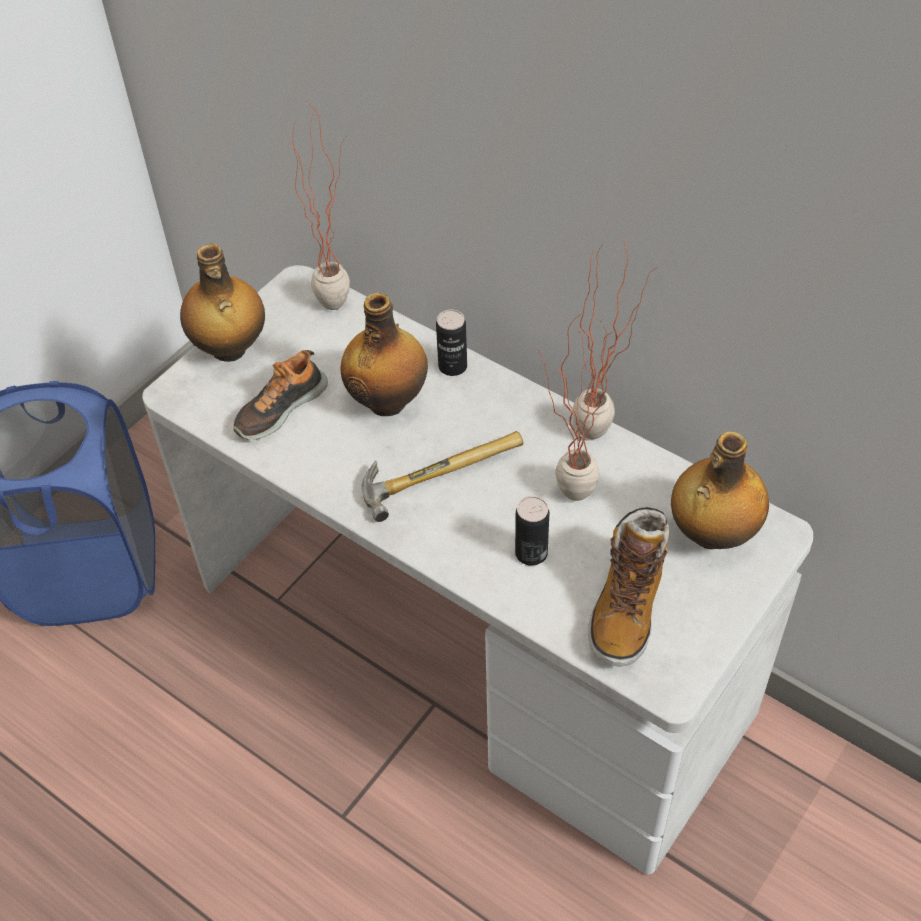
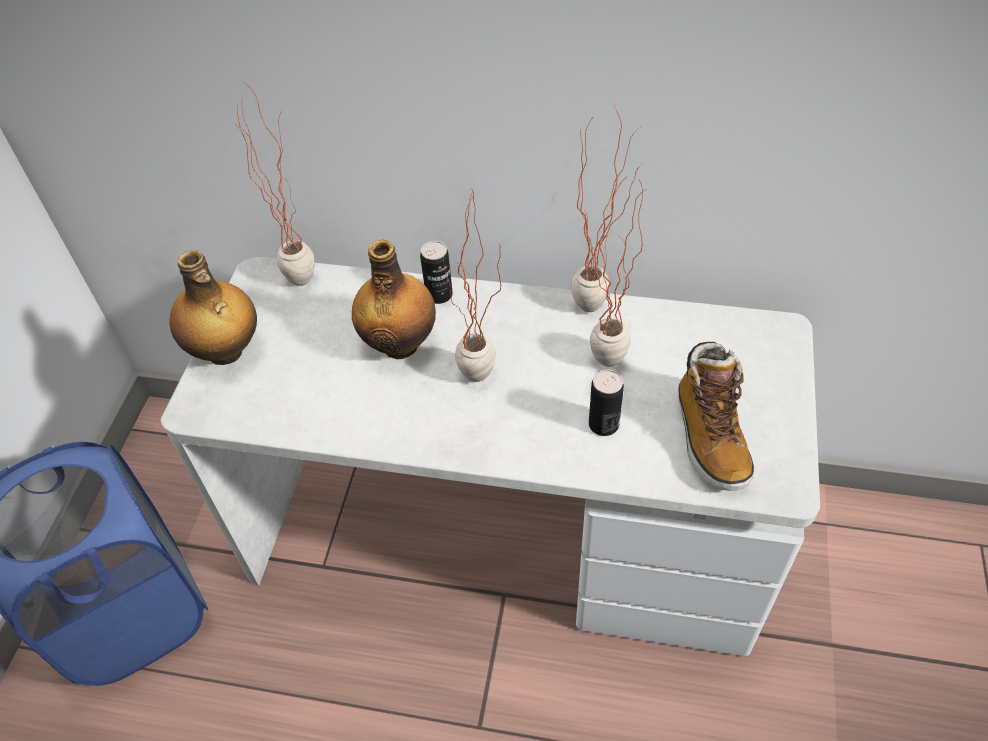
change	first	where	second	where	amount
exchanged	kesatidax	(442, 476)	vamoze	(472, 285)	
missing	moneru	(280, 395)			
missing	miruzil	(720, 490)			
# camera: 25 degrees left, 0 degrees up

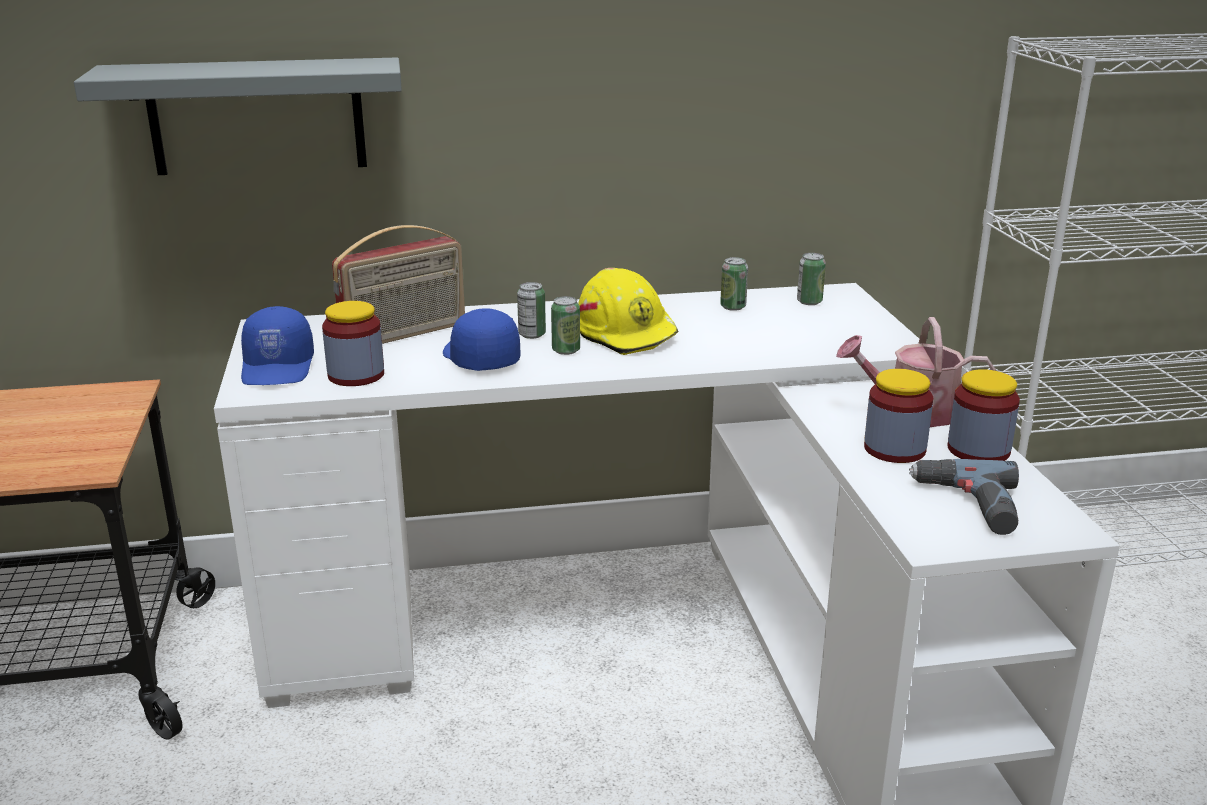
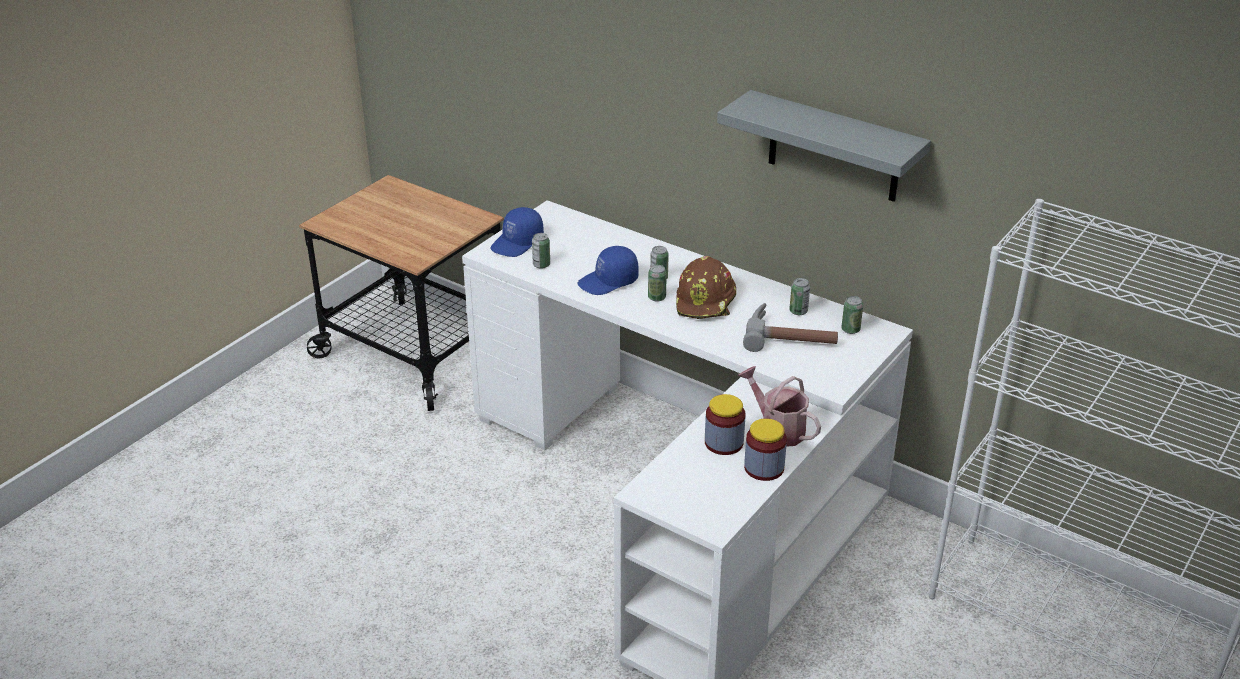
change	first	where	second	where	amount
exchanged	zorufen	(353, 343)	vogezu	(541, 251)	
spun	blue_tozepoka	(482, 339)		(608, 270)	135 degrees counterclockwise
colour	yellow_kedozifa	(628, 311)	brown_kedozifa	(706, 287)	
relocated	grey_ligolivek	(238, 116)		(824, 146)	
appeared			kesatidax	(790, 327)	
missing	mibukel	(398, 284)			
missing	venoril	(964, 497)			
# camera: 45 degrees right, 10 degrees up

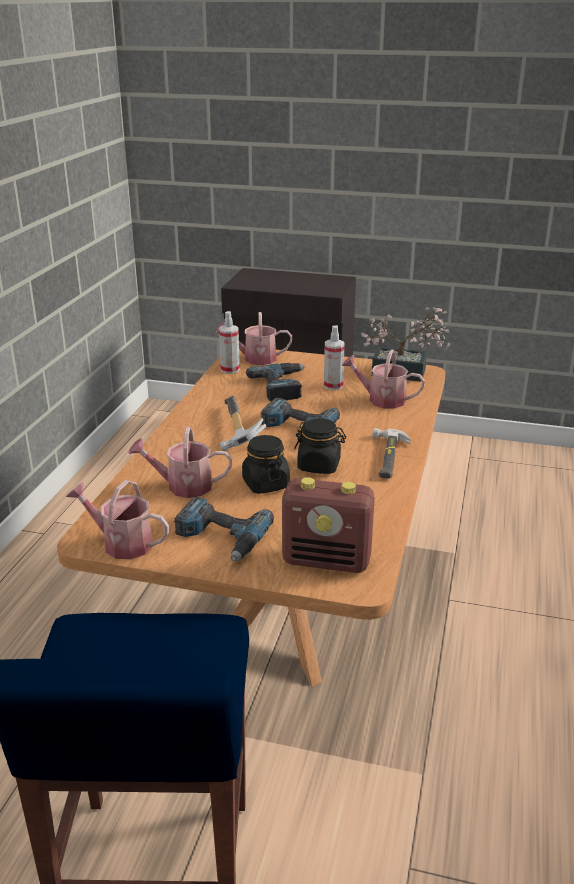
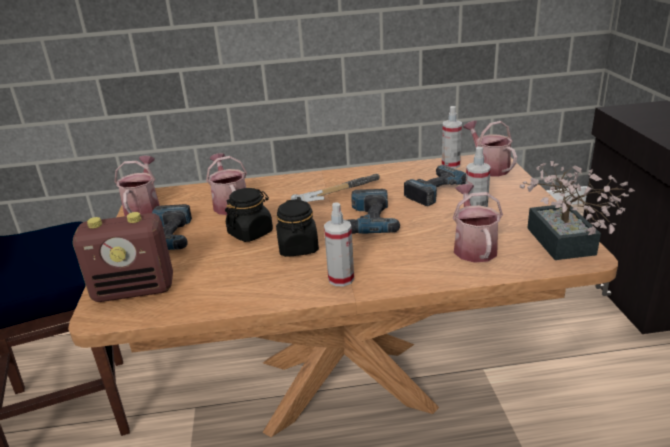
change	first	where	second	where	amount
spun	mibukel	(328, 525)		(123, 257)	90 degrees counterclockwise
exchanged	kesatidax	(391, 453)	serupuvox	(339, 244)	
# camera: 70 degrees right, 0 degrees up

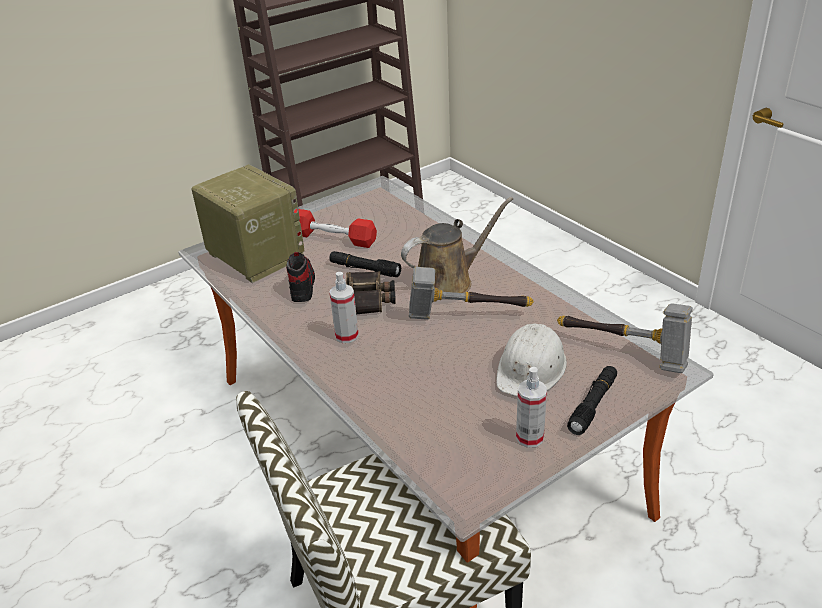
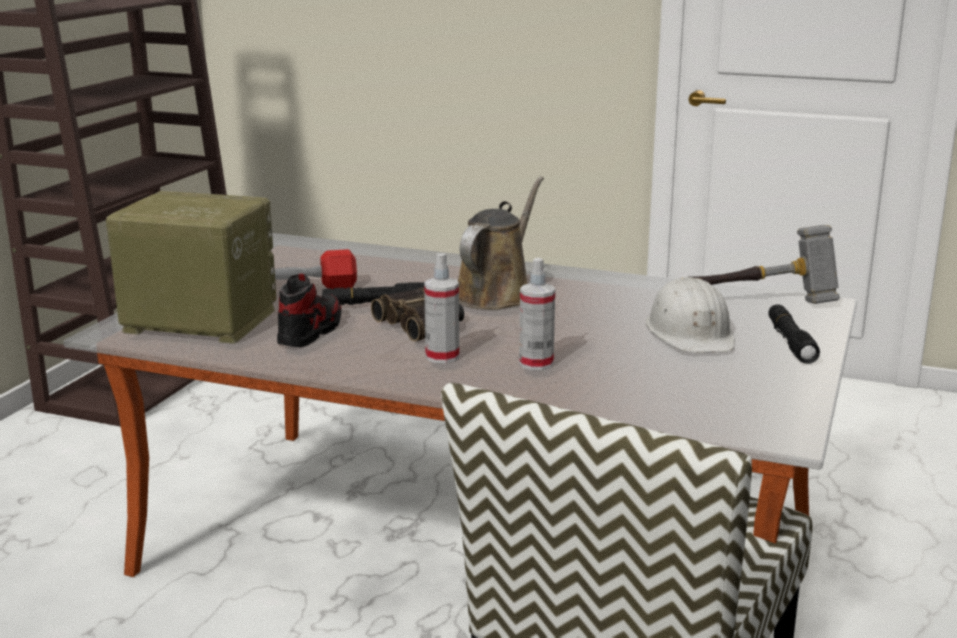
change	first	where	second	where	amount
spun	moneru	(300, 277)		(309, 310)	60 degrees clockwise
relocated	serupuvox	(531, 407)		(537, 314)	
missing	kesatidax	(471, 293)			
# camera: 35 degrees left, 15 degrees down

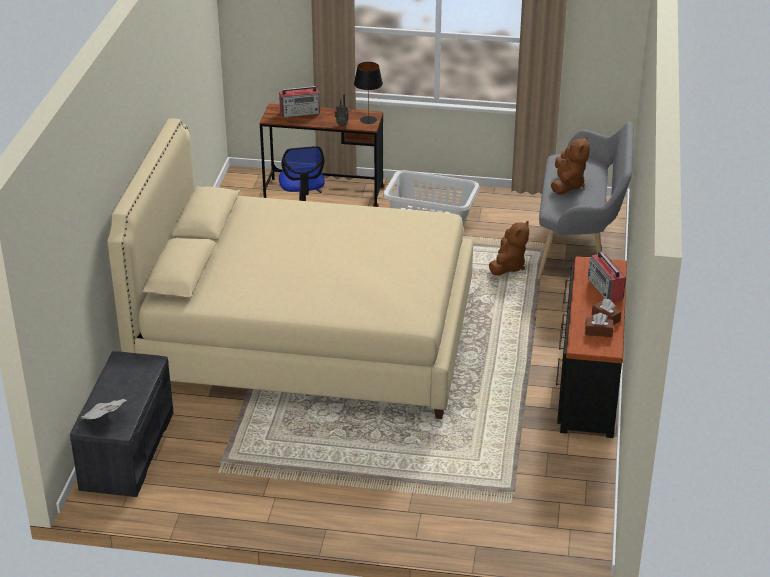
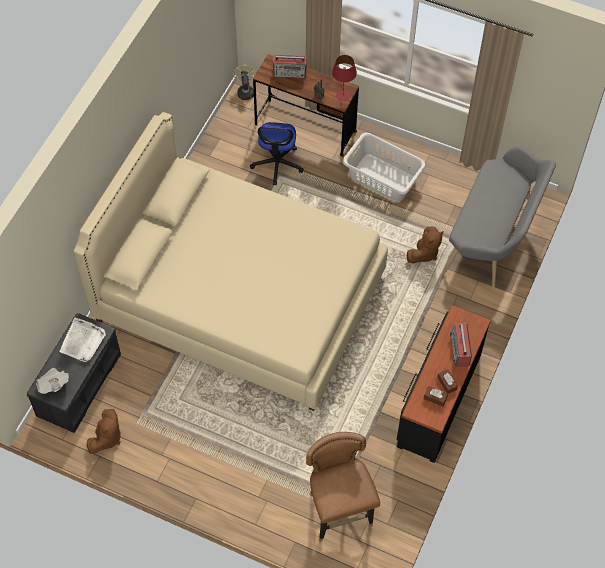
change	first	where	second	where	amount
appeared			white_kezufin	(82, 340)	
relocated	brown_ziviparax	(570, 166)		(104, 431)	
appeared			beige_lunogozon	(244, 82)	
appeared			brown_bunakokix	(343, 487)	
colour	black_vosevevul	(368, 93)	red_vosevevul	(344, 78)	
# camera: 15 degrees right, 25 degrees up

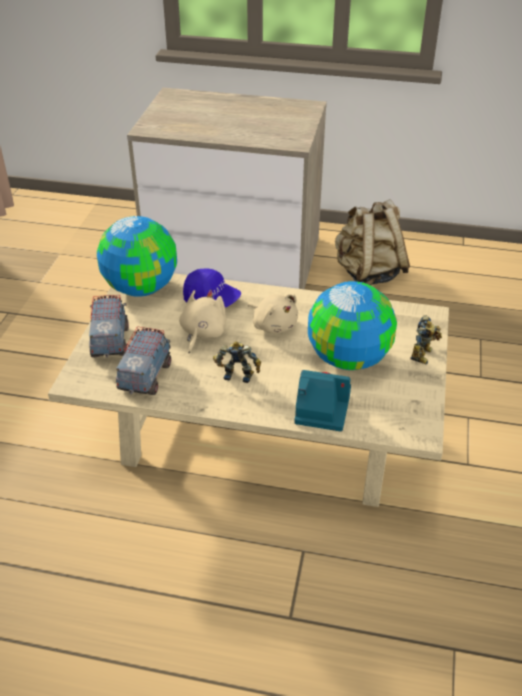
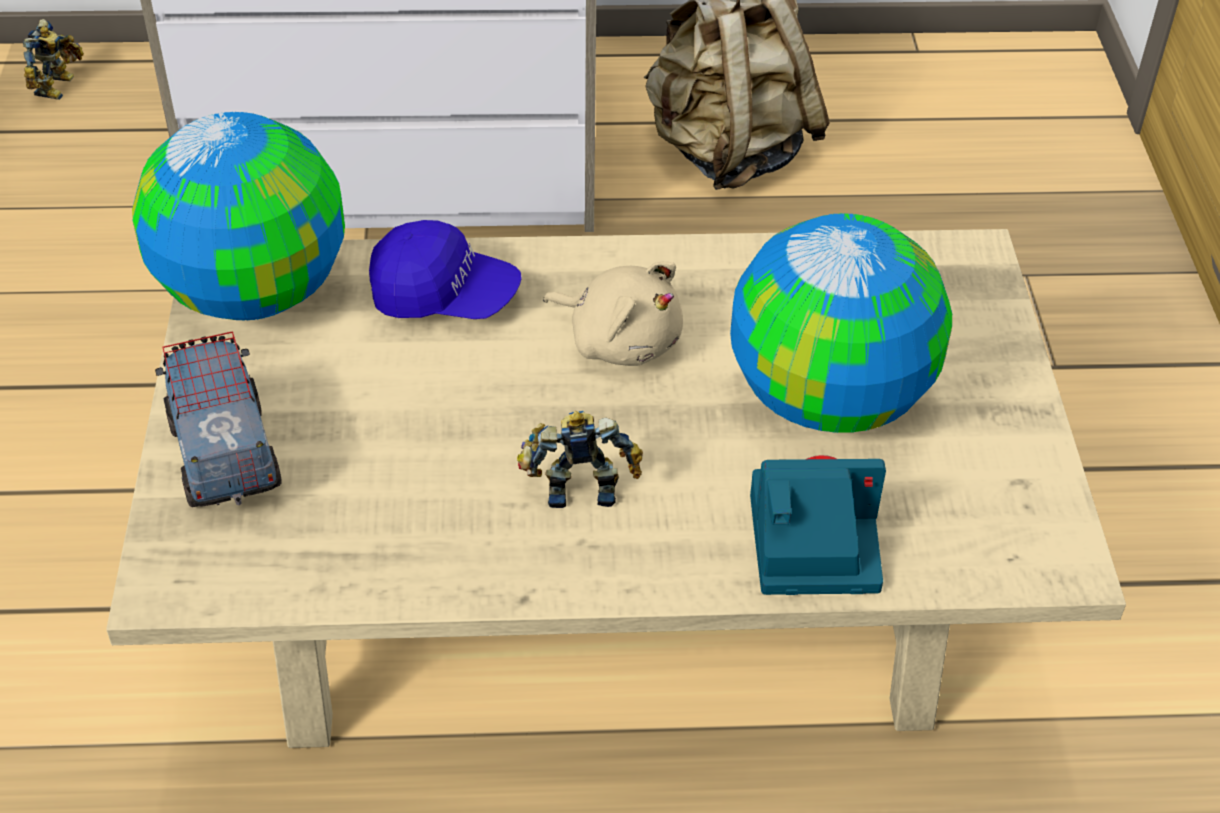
change	first	where	second	where	amount
relocated	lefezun	(426, 340)		(53, 59)	
missing	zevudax	(143, 360)			
missing	beige_ziviparax	(203, 321)			
# camera: 15 degrees left, 5 degrees up

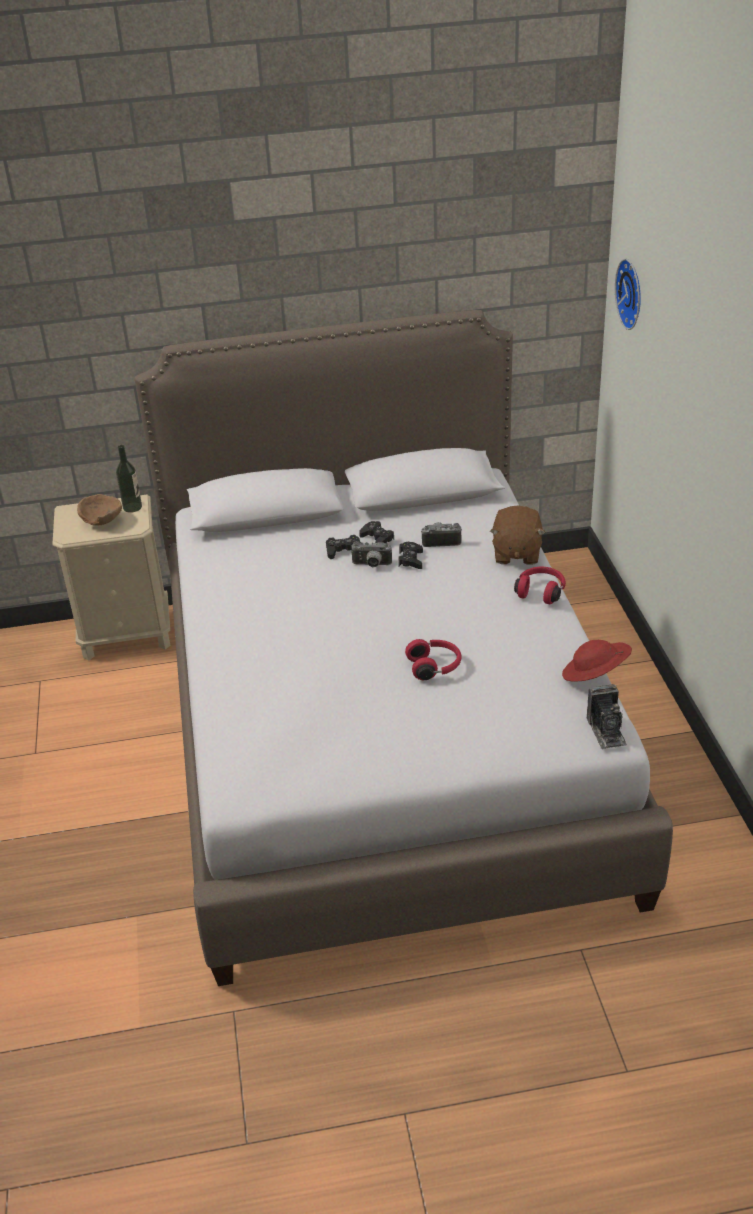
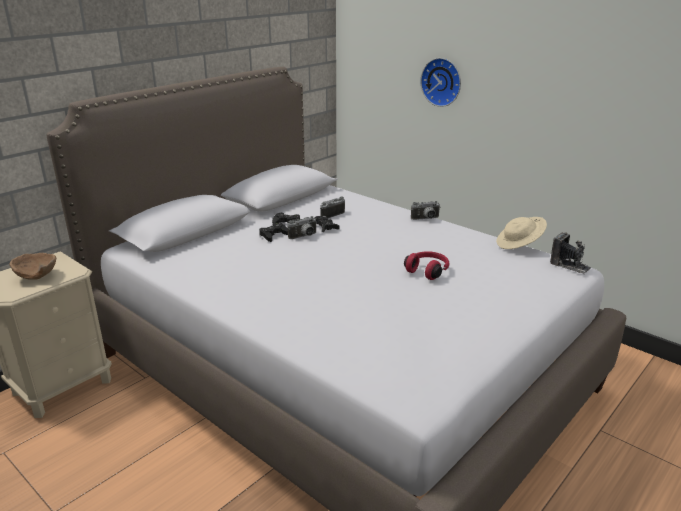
change	first	where	second	where	amount
exchanged	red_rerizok	(540, 585)	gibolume	(425, 210)	
relocated	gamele	(628, 294)		(440, 82)	
colour	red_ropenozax	(597, 661)	beige_ropenozax	(521, 233)	
missing	miruzil	(129, 479)			
missing	brown_ziviparax	(517, 535)			
# camera: 40 degrees left, 10 degrees down

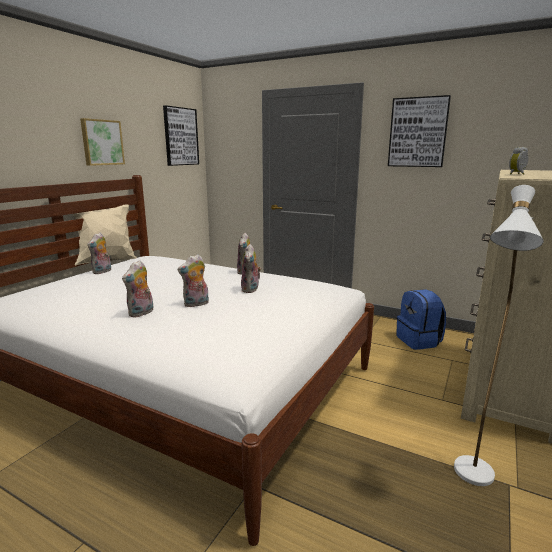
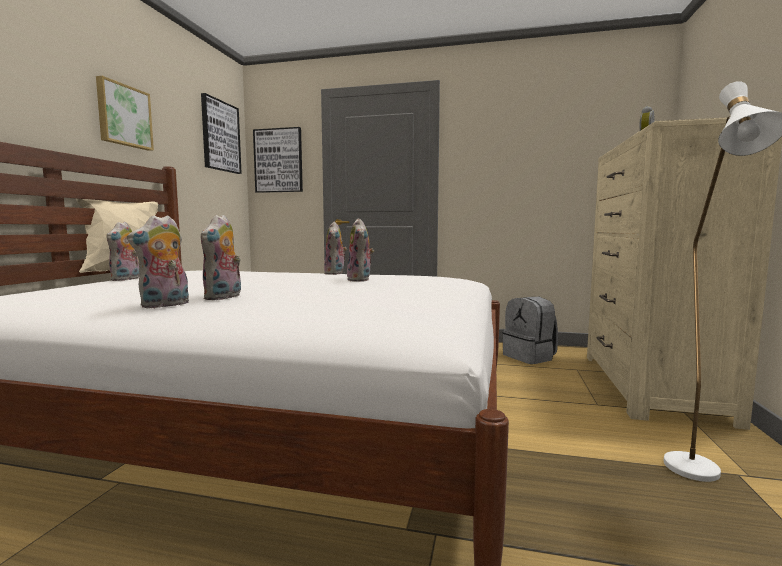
change	first	where	second	where	amount
relocated	ziviparax	(193, 281)		(158, 261)	
relocated	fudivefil	(419, 131)		(278, 160)	
colour	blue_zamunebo	(421, 319)	grey_zamunebo	(530, 330)	
# camera: 15 degrees left, 10 degrees down

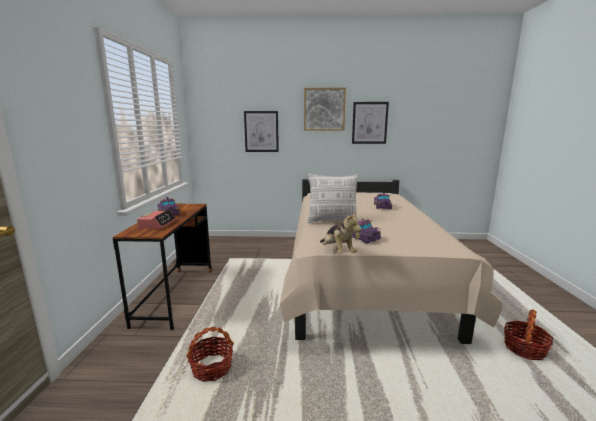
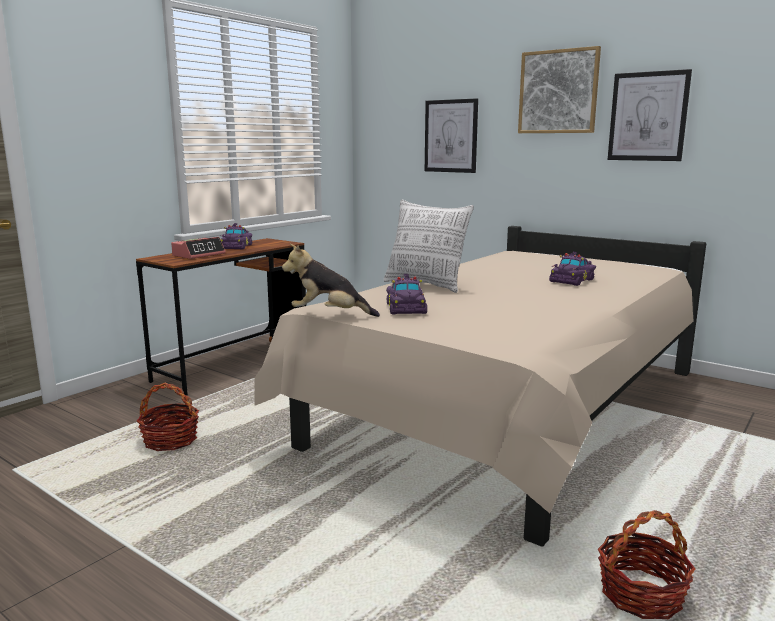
change	first	where	second	where	amount
spun	ziviparax	(341, 232)		(331, 280)	90 degrees clockwise
# camera: 35 degrees right, 0 degrees up

